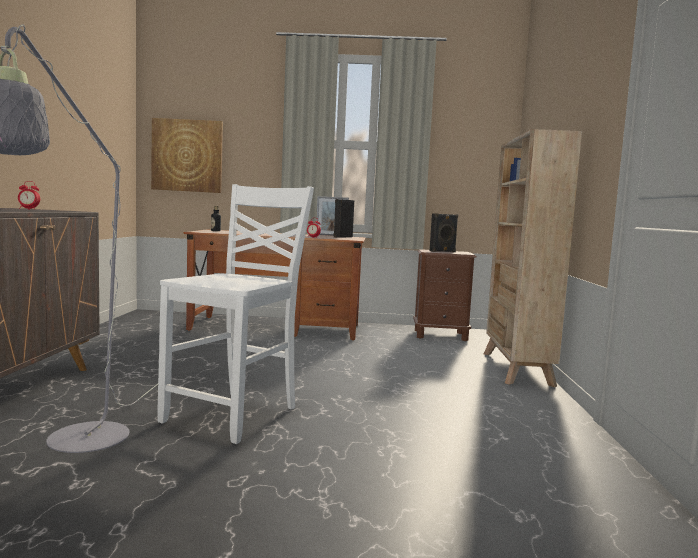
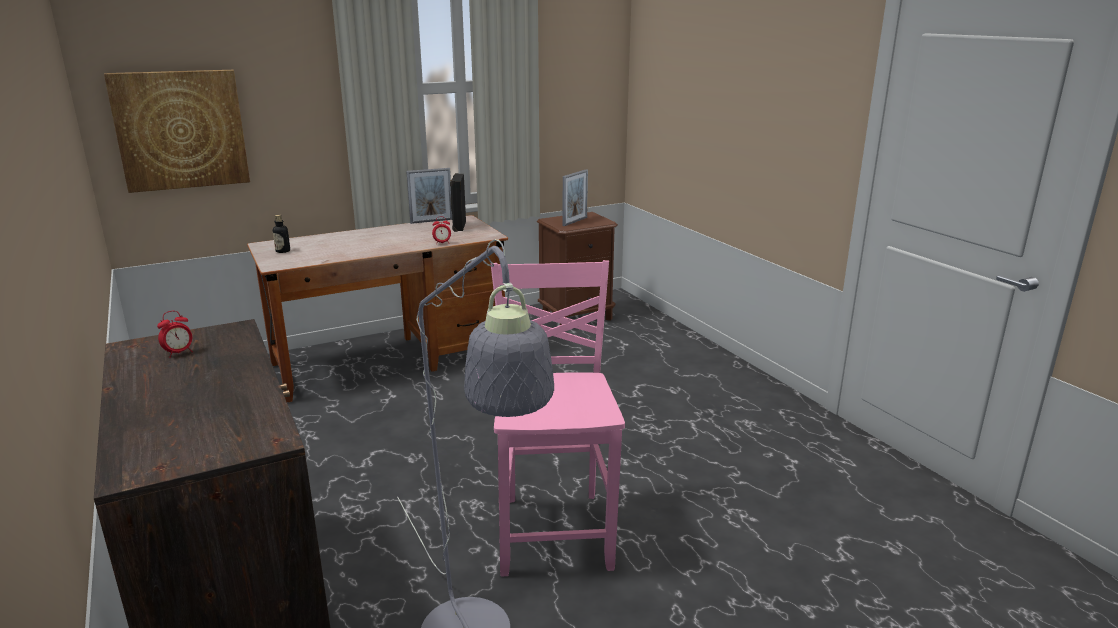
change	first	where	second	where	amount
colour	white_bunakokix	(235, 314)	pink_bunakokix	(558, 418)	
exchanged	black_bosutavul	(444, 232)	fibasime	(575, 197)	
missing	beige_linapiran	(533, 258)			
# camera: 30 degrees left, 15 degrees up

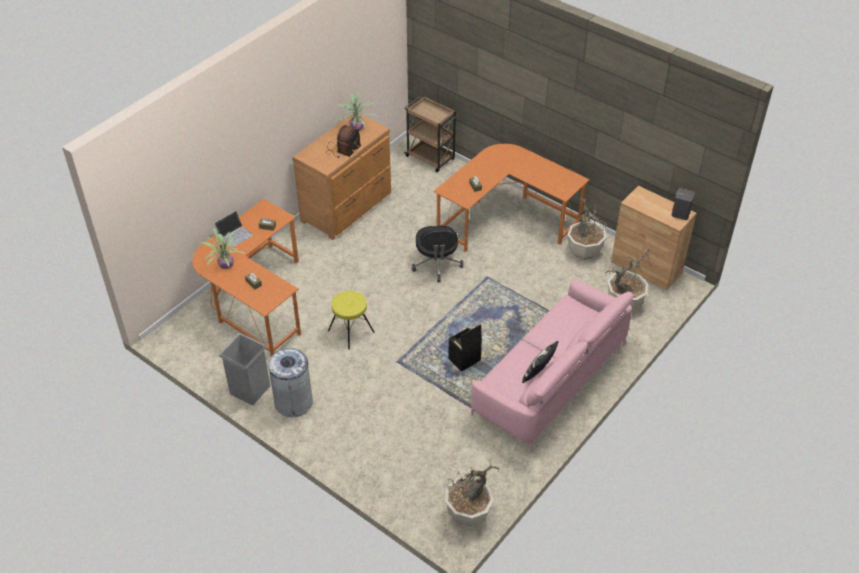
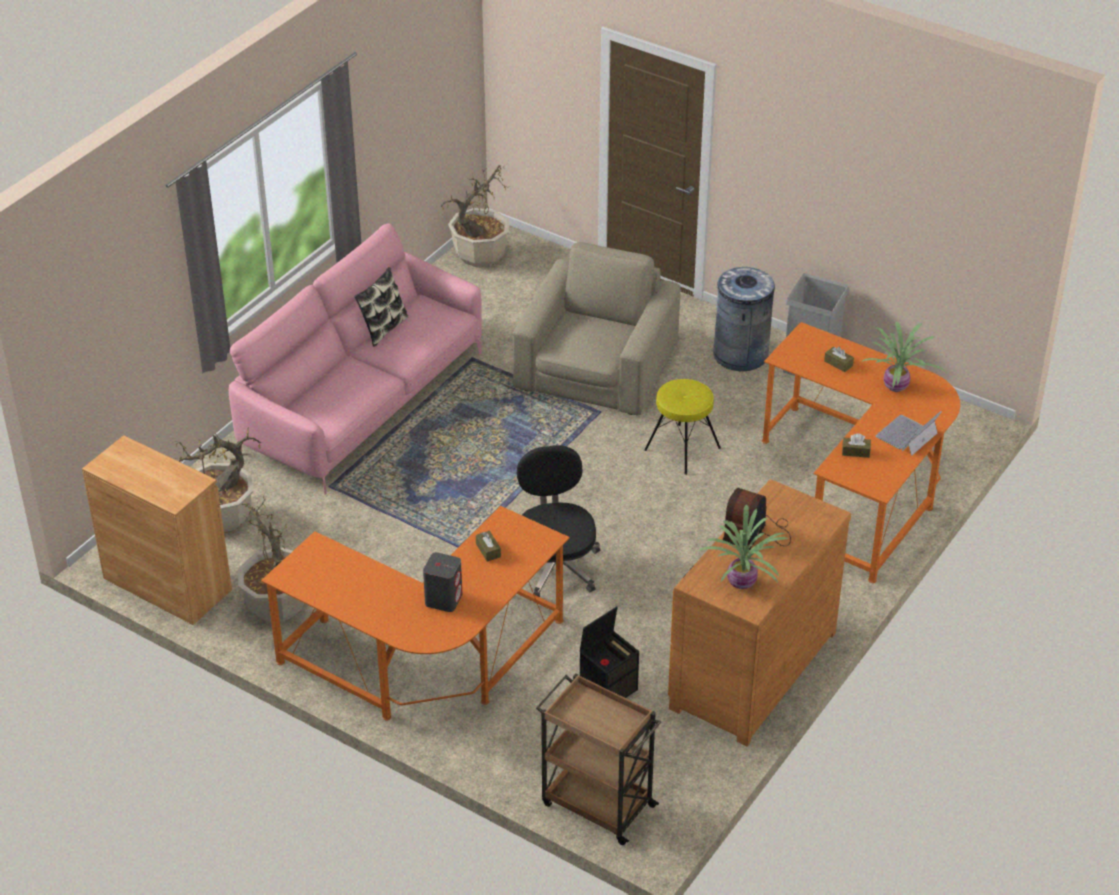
change	first	where	second	where	amount
relocated	grey_bosutavul	(683, 204)		(442, 582)	
appeared			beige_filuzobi	(597, 329)	
relocated	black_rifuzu	(465, 348)		(609, 652)	
# camera: 175 degrees right, 5 degrees down

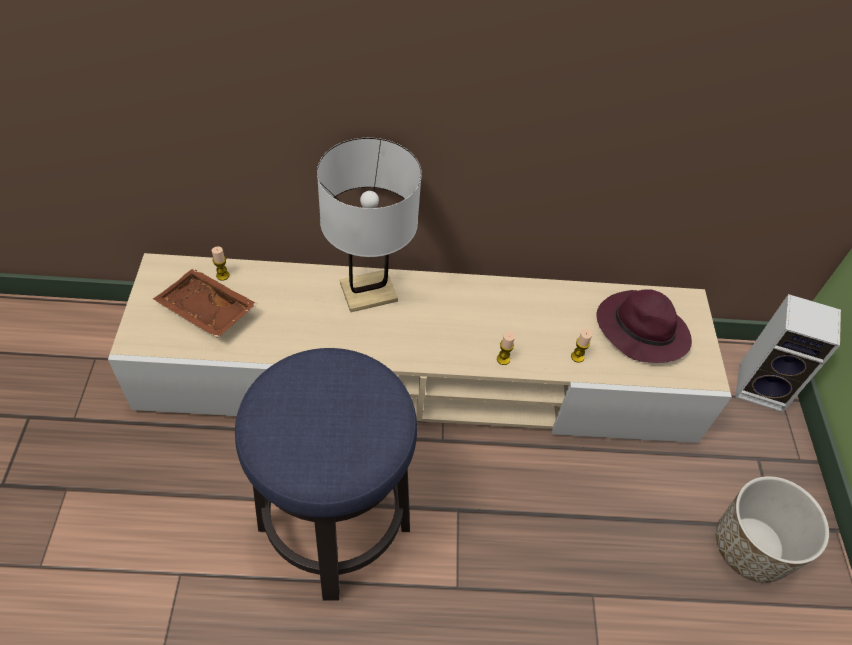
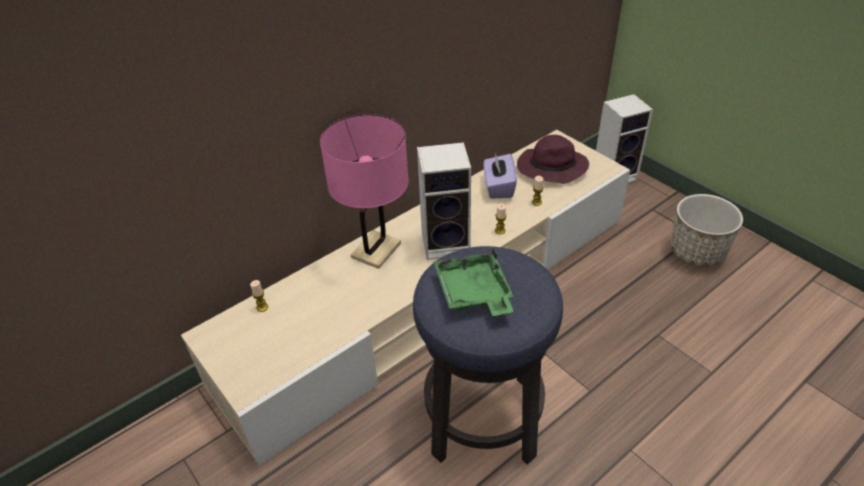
change	first	where	second	where	amount
colour	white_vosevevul	(369, 225)	pink_vosevevul	(364, 191)	
appeared			bosutavul	(444, 201)	
appeared			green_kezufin	(474, 281)	
appeared			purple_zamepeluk	(500, 176)	
missing	brown_kezufin	(205, 303)			
# camera: 35 degrees left, 10 degrees down

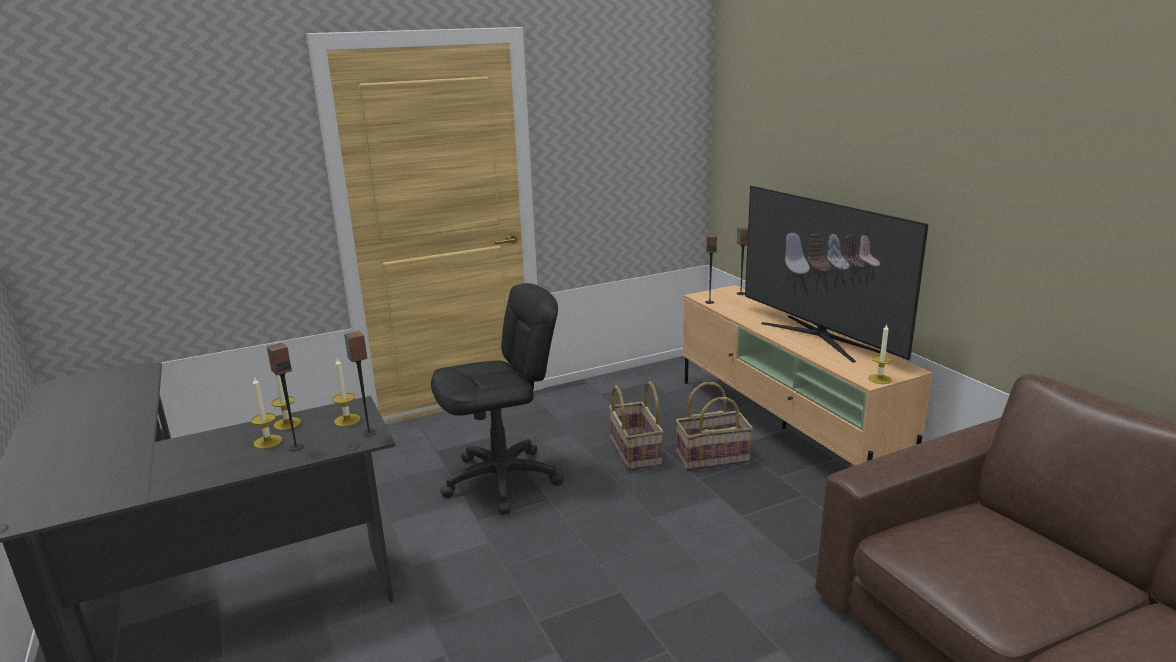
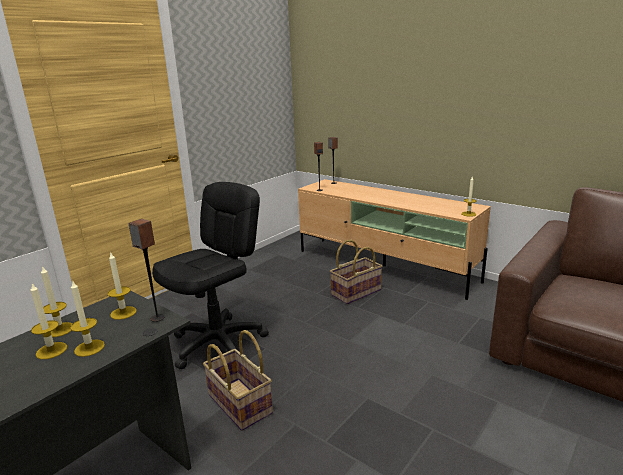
change	first	where	second	where	amount
exchanged	bosutavul	(285, 397)	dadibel	(87, 318)	
relocated	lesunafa	(636, 426)		(238, 380)	
missing	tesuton	(836, 274)			
# camera: 25 degrees left, 0 degrees up

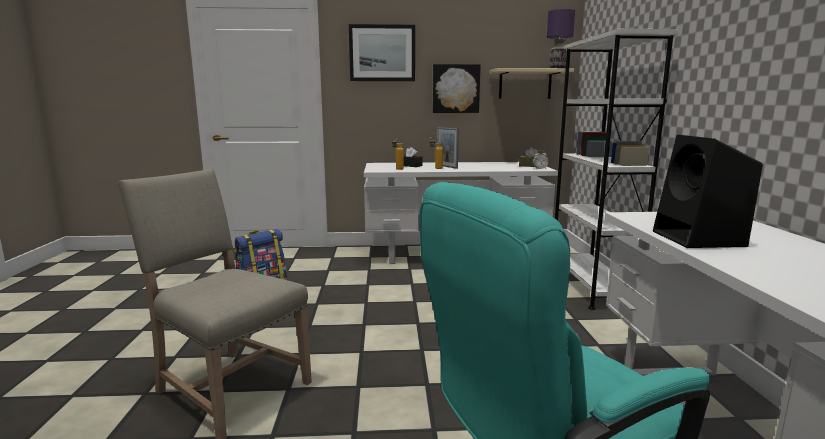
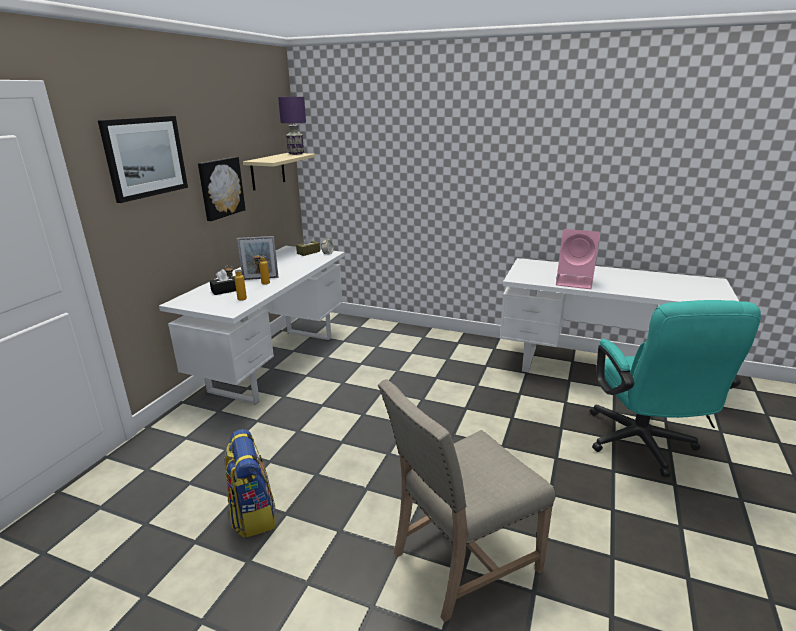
change	first	where	second	where	amount
colour	black_bosutavul	(708, 191)	pink_bosutavul	(578, 259)	
missing	white_linapiran	(617, 169)			
# camera: 65 degrees left, 10 degrees up

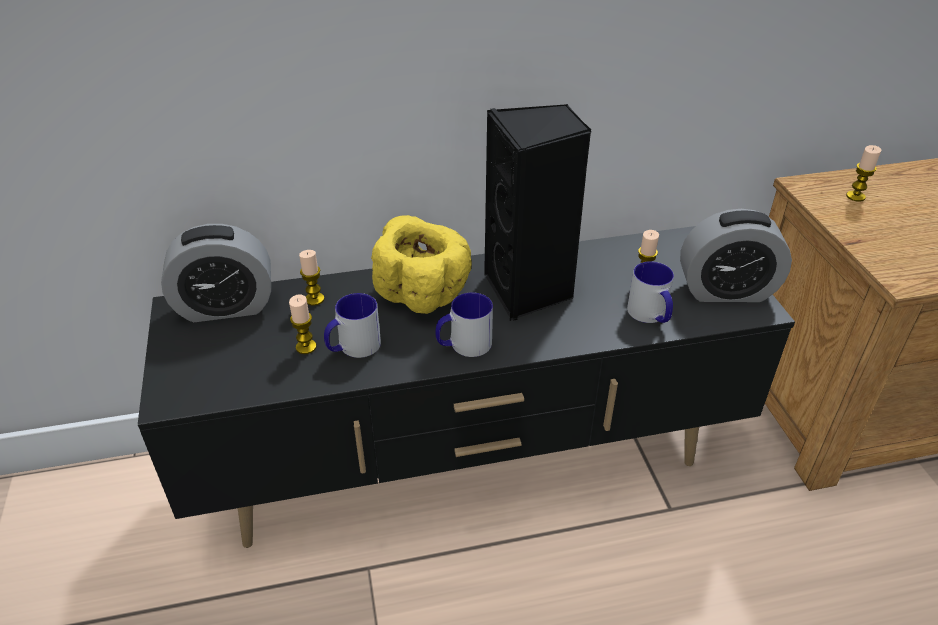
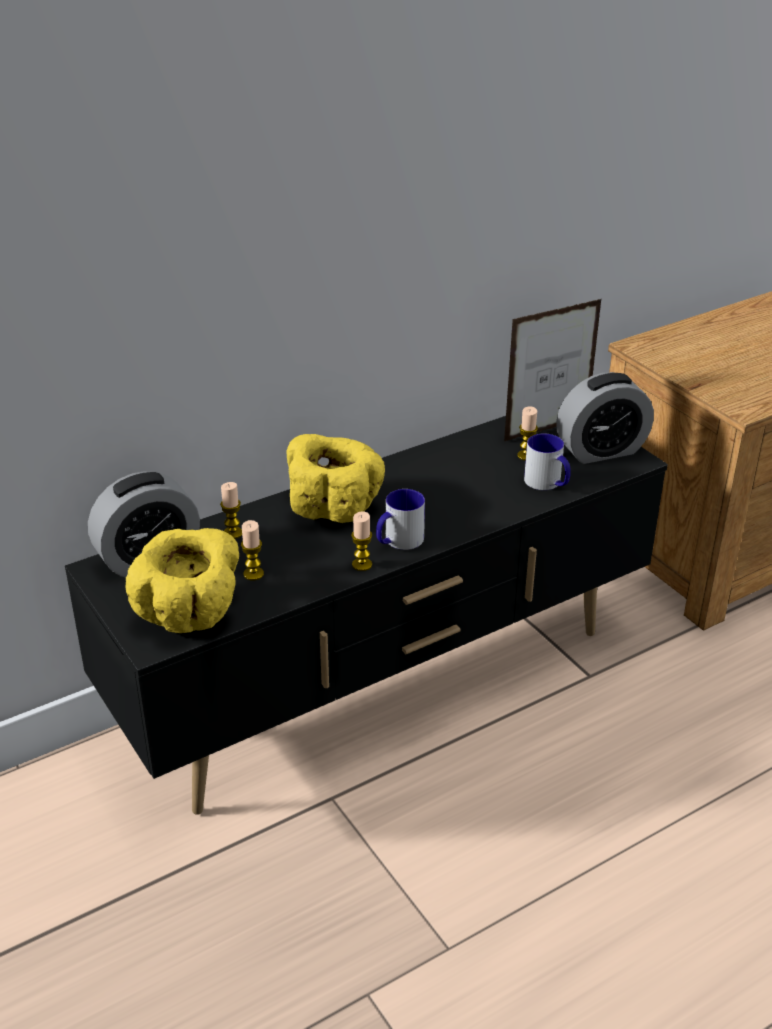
change	first	where	second	where	amount
appeared			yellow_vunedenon	(182, 580)	
relocated	dadibel	(863, 173)		(361, 541)	
appeared			fibasime	(553, 370)	
missing	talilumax	(352, 325)			
missing	black_bosutavul	(538, 212)			
# camera: 20 degrees left, 5 degrees down

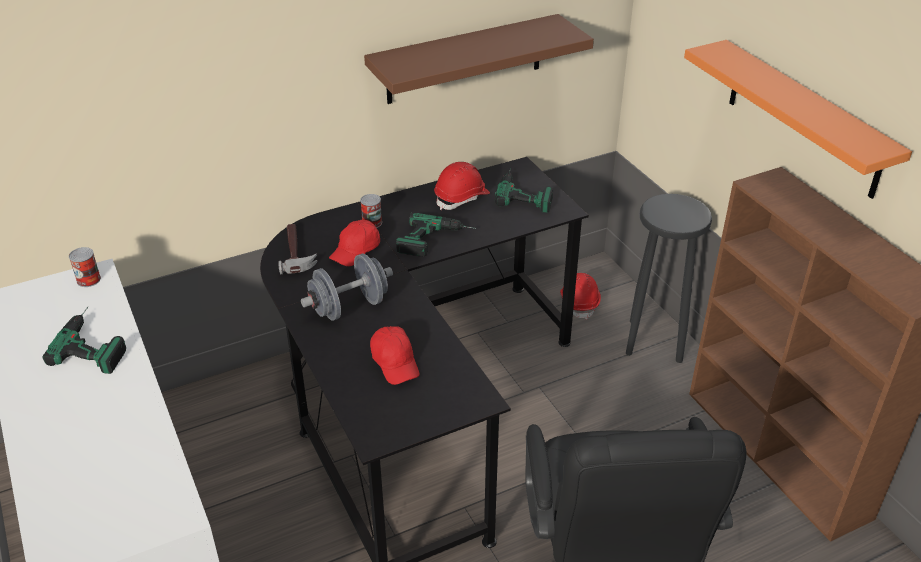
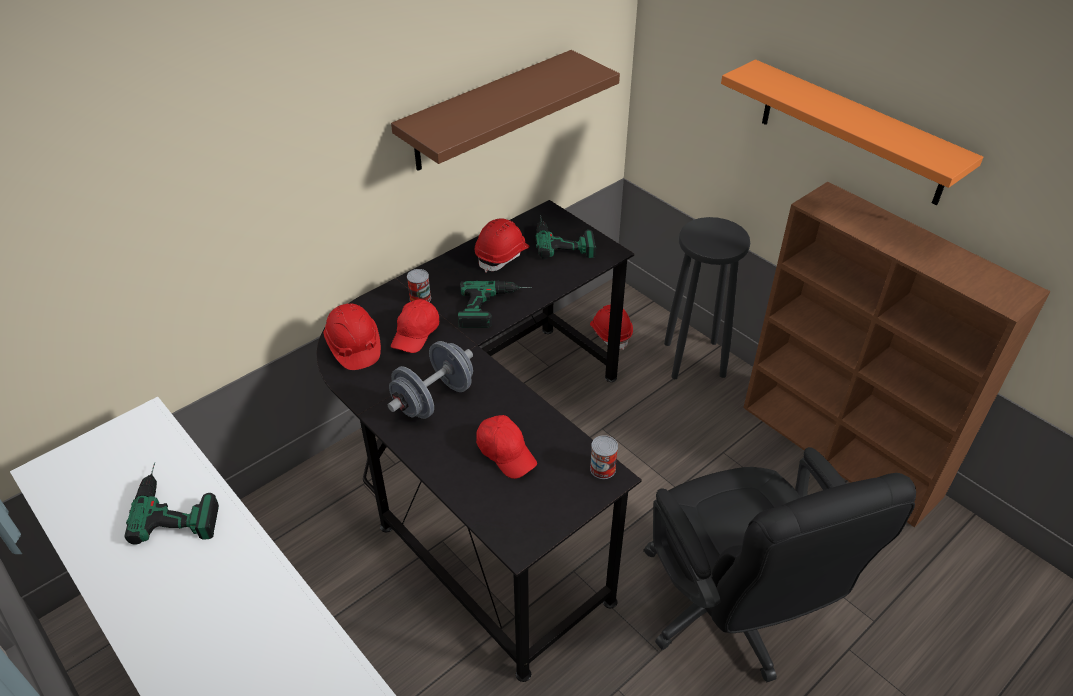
change	first	where	second	where	amount
exchanged	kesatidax	(298, 249)	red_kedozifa	(352, 337)	
relocated	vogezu	(85, 267)		(604, 457)	
# camera: 15 degrees left, 5 degrees up

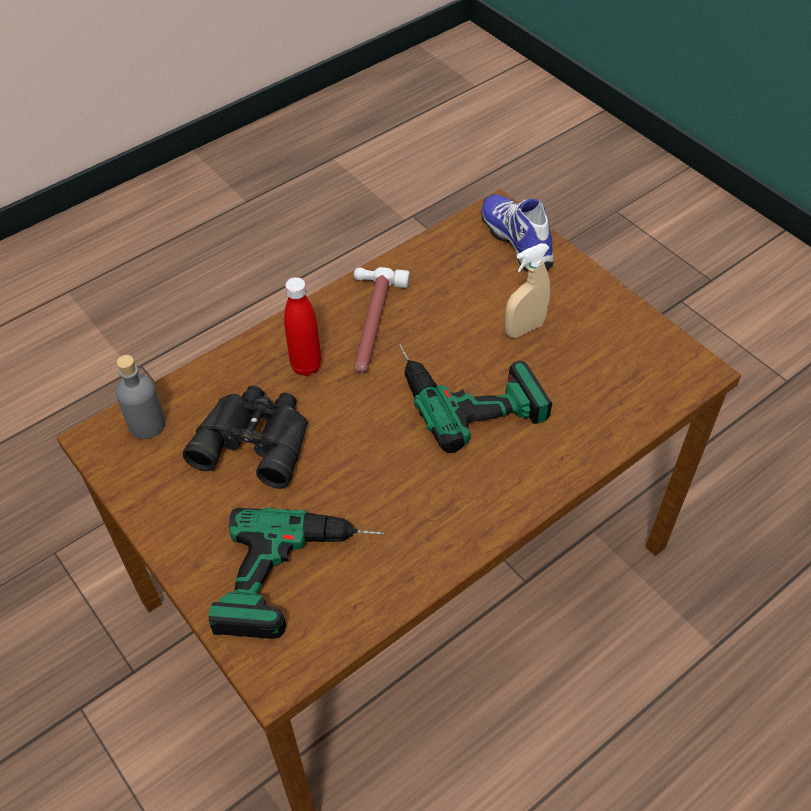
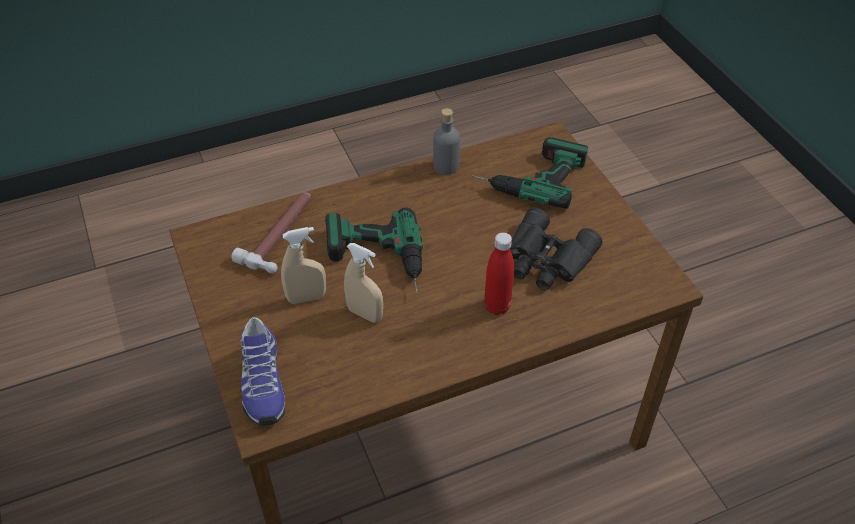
change	first	where	second	where	amount
relocated	kesatidax	(382, 320)		(271, 233)	
appeared			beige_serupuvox	(363, 283)	
relocated	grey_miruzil	(140, 397)		(446, 141)	
# camera: 165 degrees left, 5 degrees down

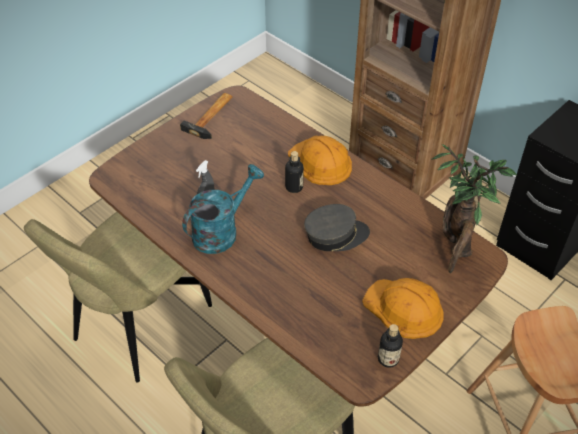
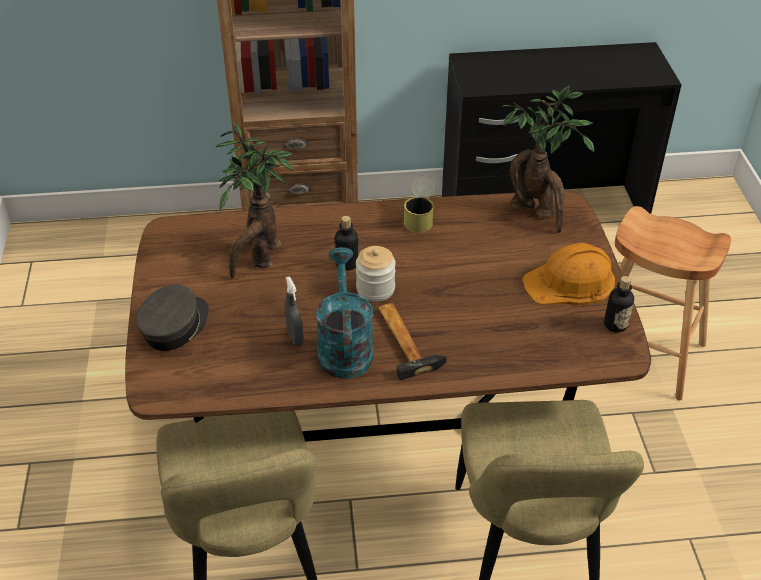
change	first	where	second	where	amount
relocated	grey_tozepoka	(337, 227)		(172, 317)	
appeared			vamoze	(255, 200)	
appeared			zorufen	(376, 274)	
relocated	kesatidax	(206, 116)		(412, 342)	
appeared			vogezu	(420, 204)	
missing	orange_kedozifa	(320, 160)			
# camera: 50 degrees left, 5 degrees down

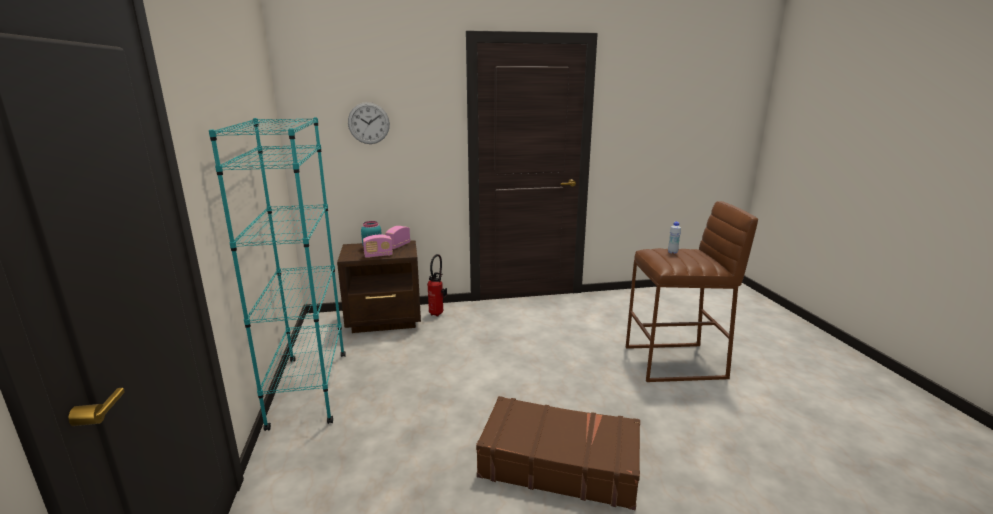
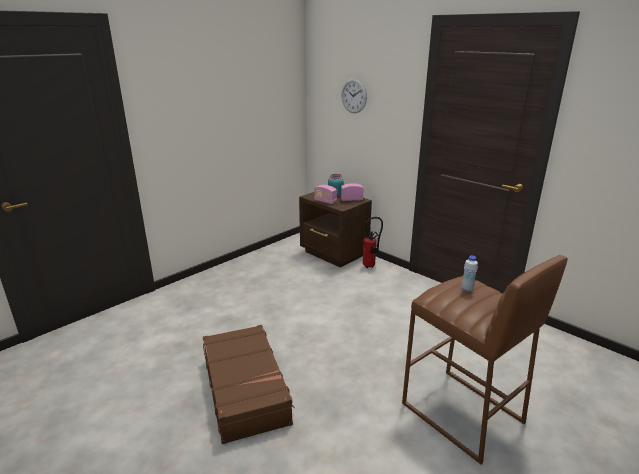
change	first	where	second	where	amount
missing	turquoise_linapiran	(277, 274)			
# camera: 55 degrees right, 5 degrees up

